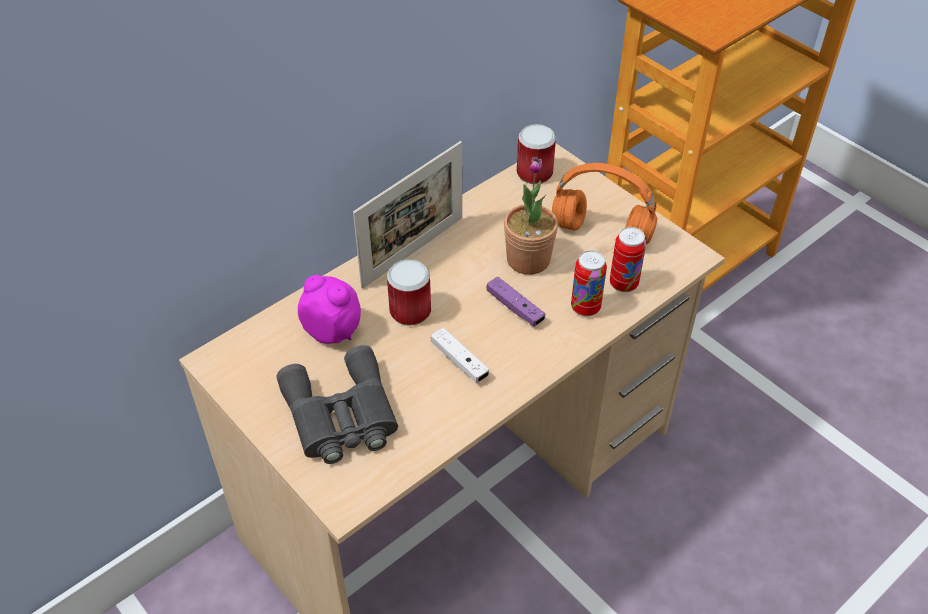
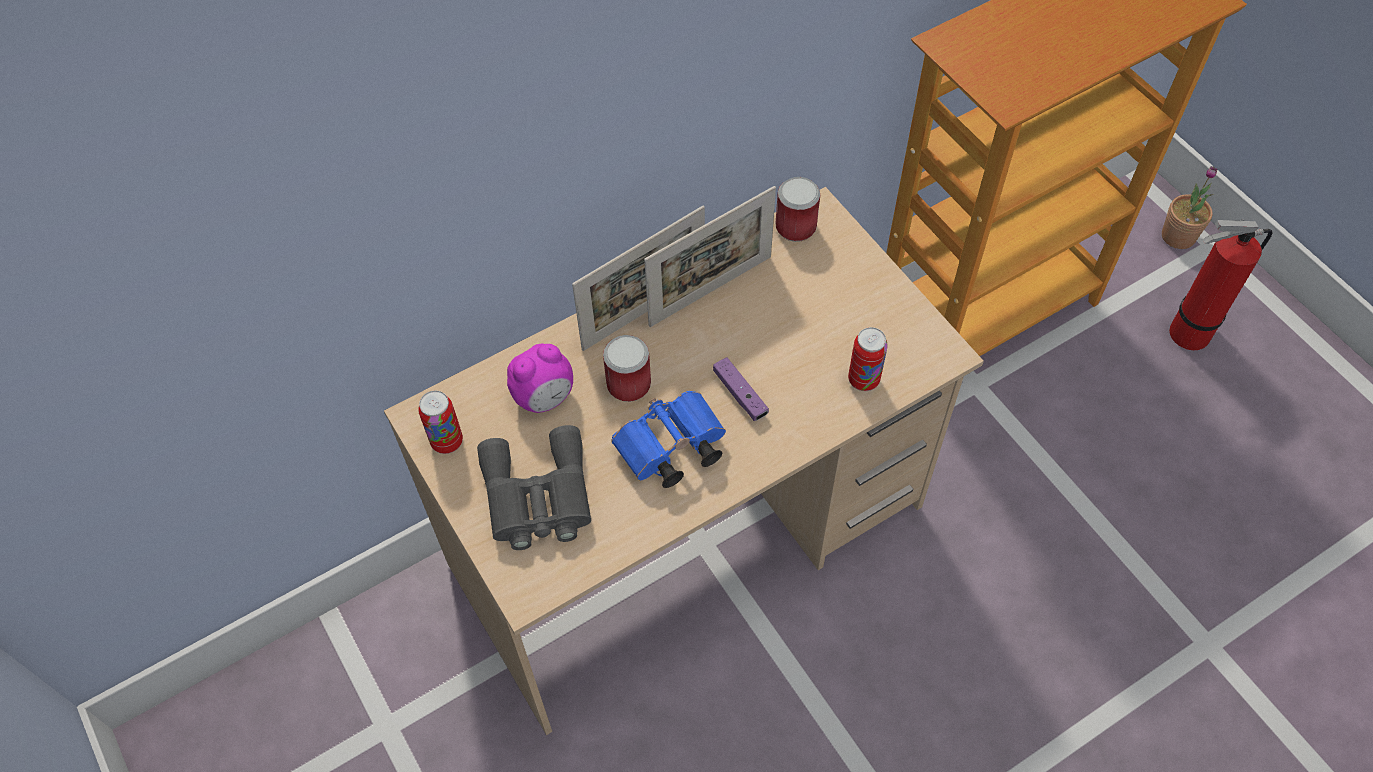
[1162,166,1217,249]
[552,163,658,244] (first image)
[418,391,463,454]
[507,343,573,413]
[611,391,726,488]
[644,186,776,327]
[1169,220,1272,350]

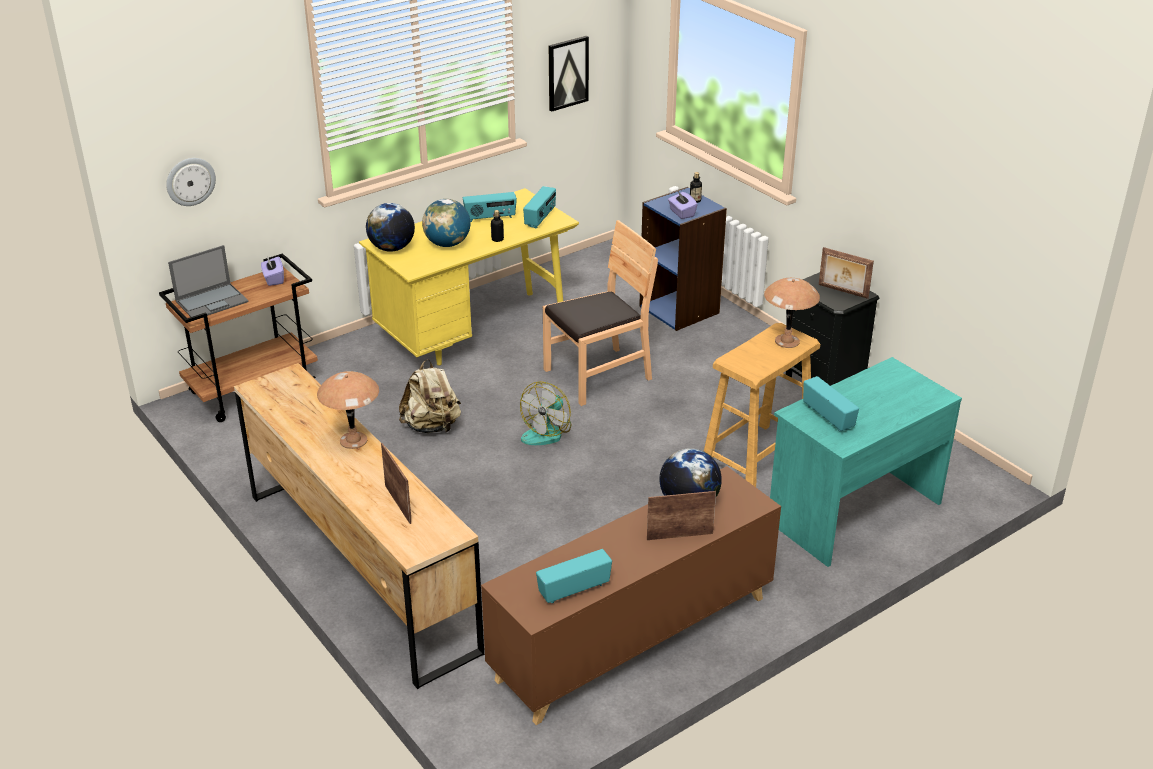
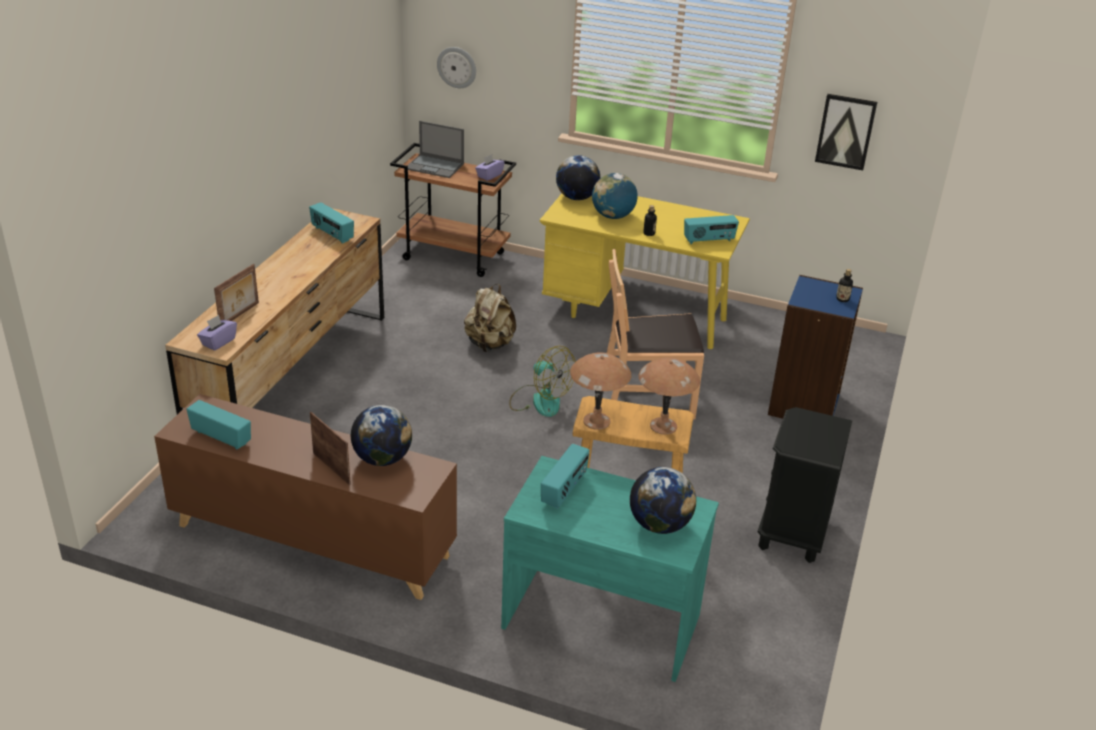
[309,202,354,244]
[197,315,237,351]
[607,249,704,420]
[819,247,874,299] (first image)
[570,352,631,430]
[509,346,576,417]
[630,467,696,534]

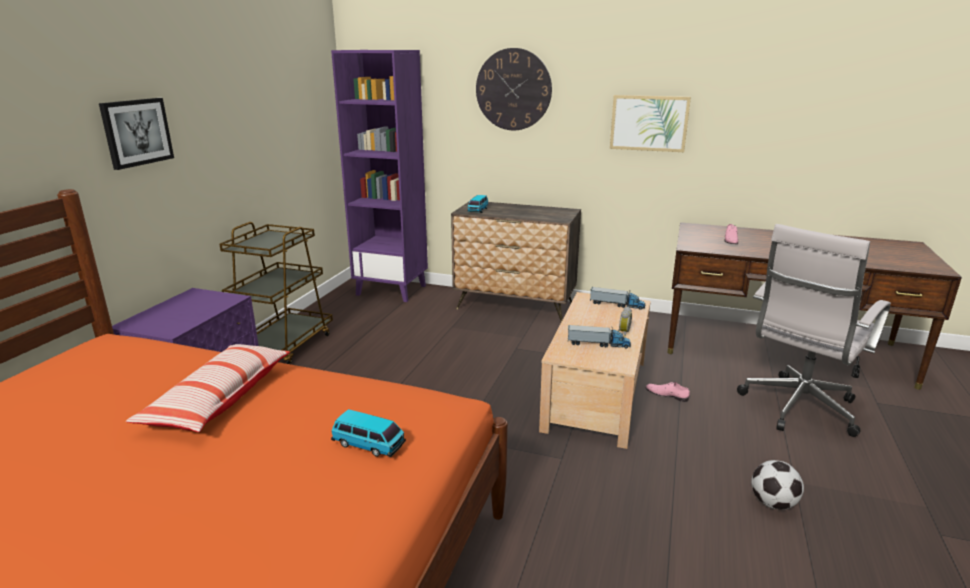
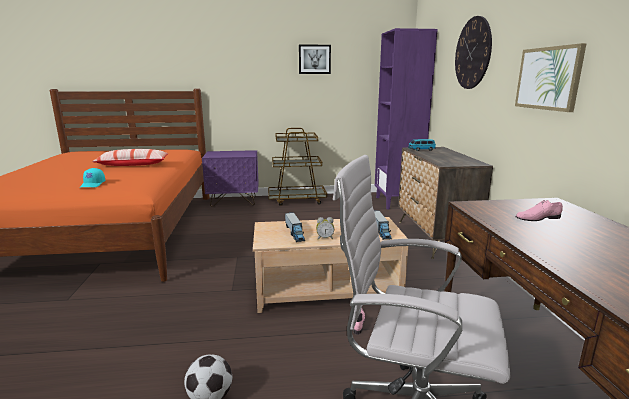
[299,44,331,74]
[80,168,105,187]

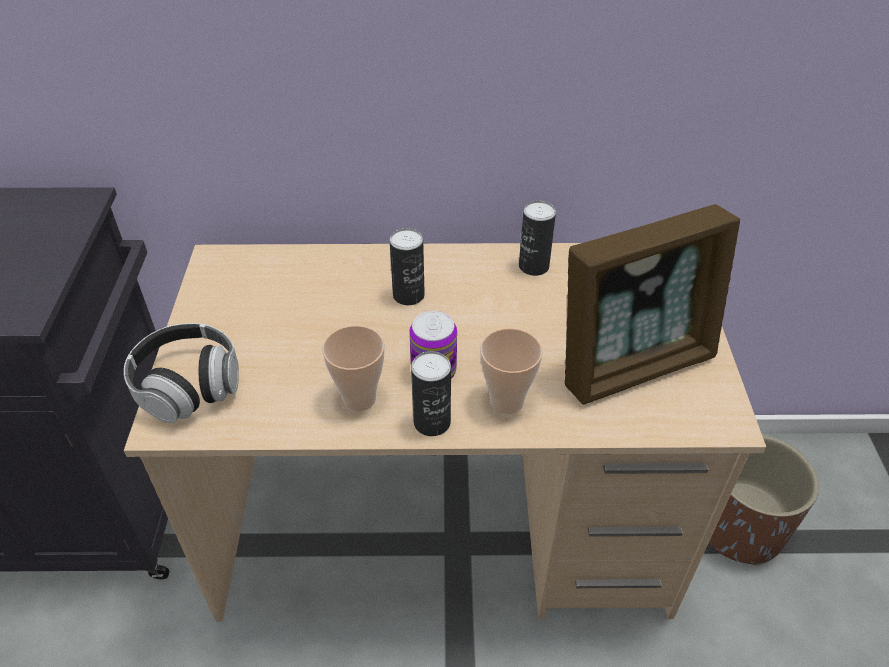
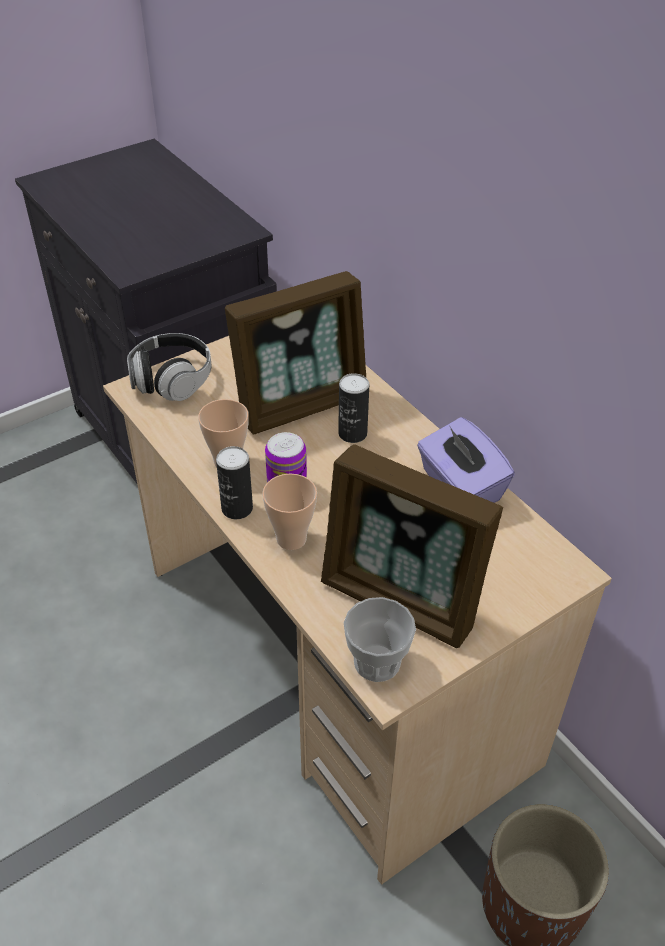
[417,417,515,503]
[225,271,366,435]
[344,597,416,682]

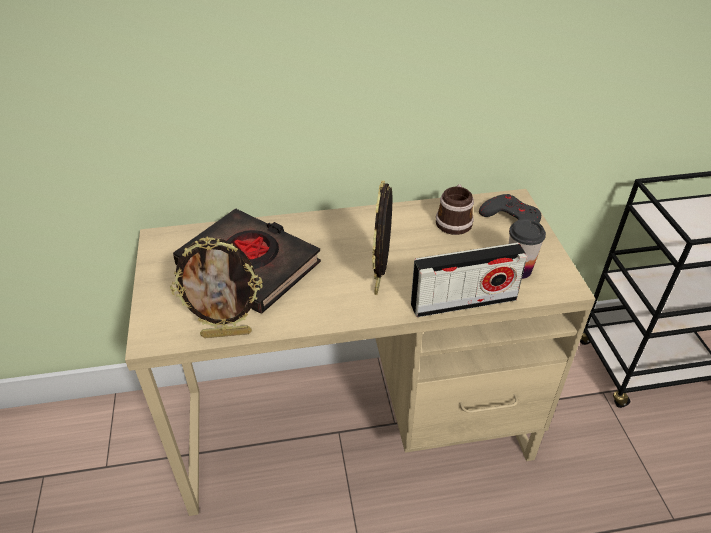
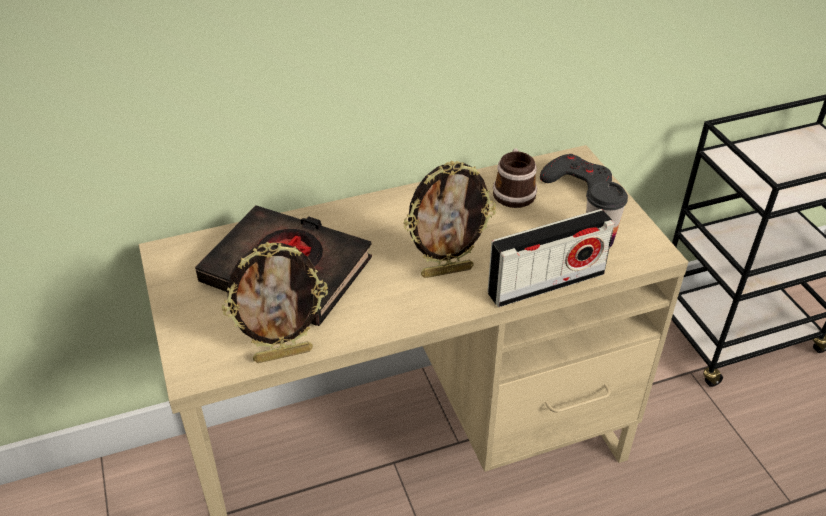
[403,161,496,278]

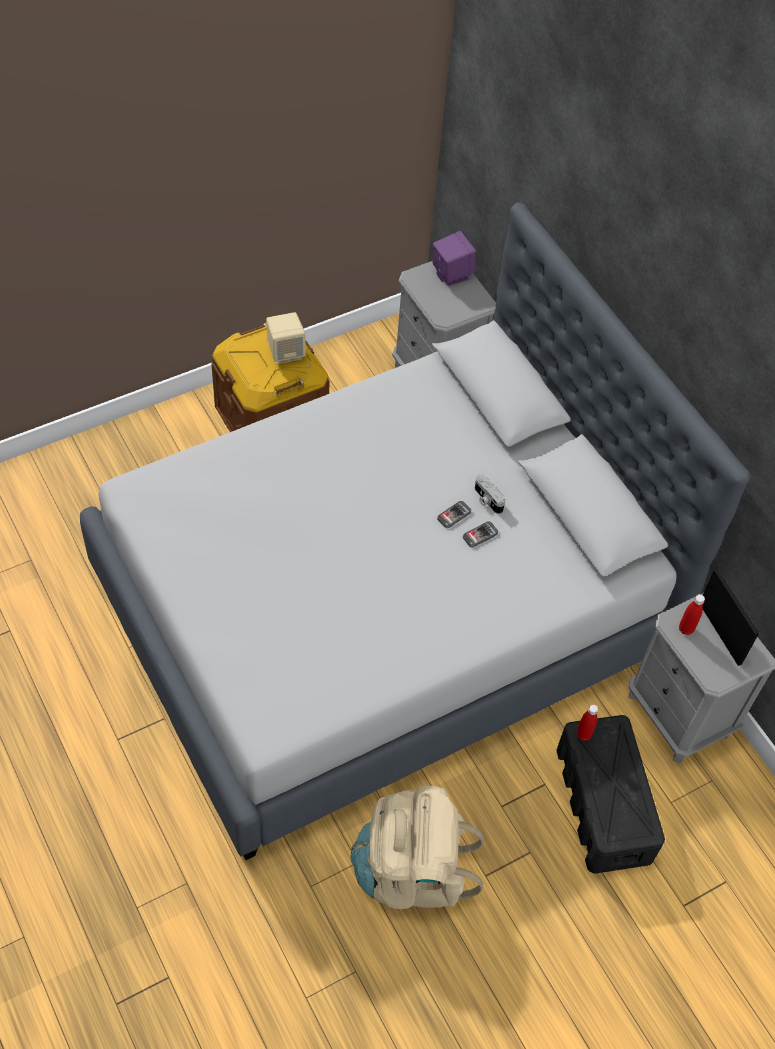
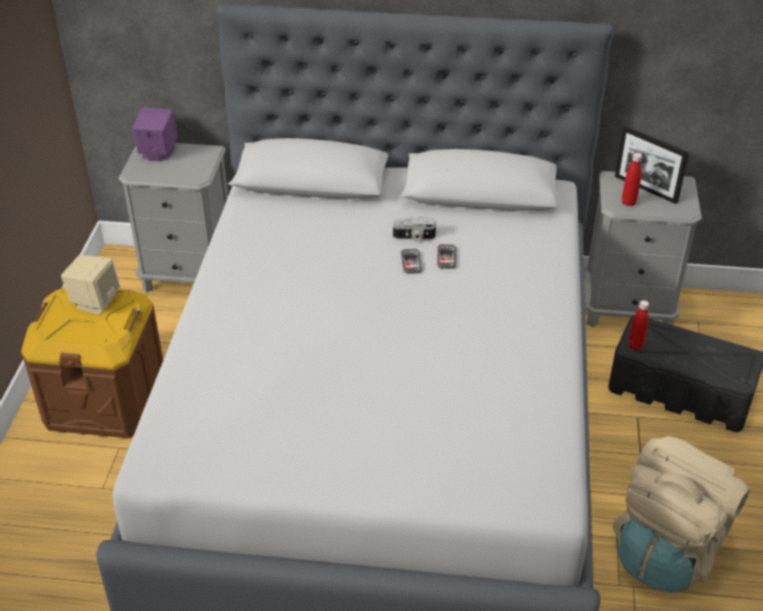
[615,126,689,204]

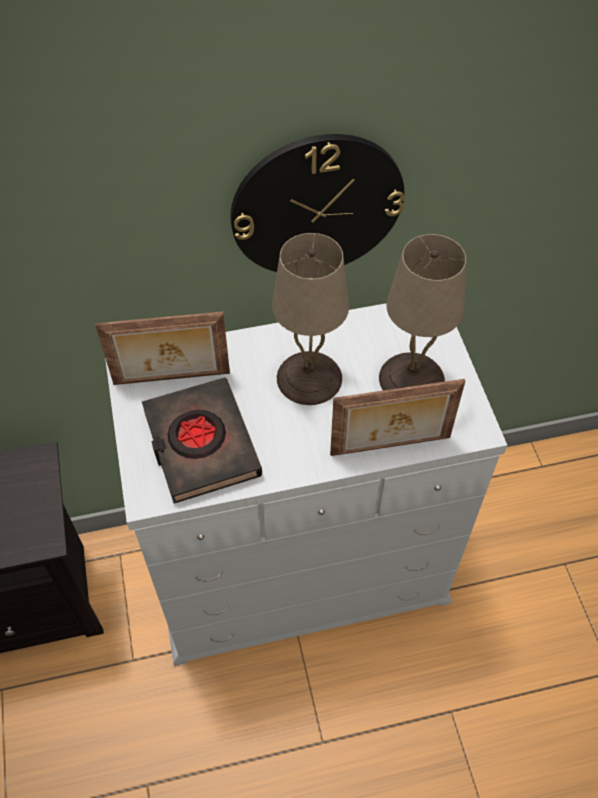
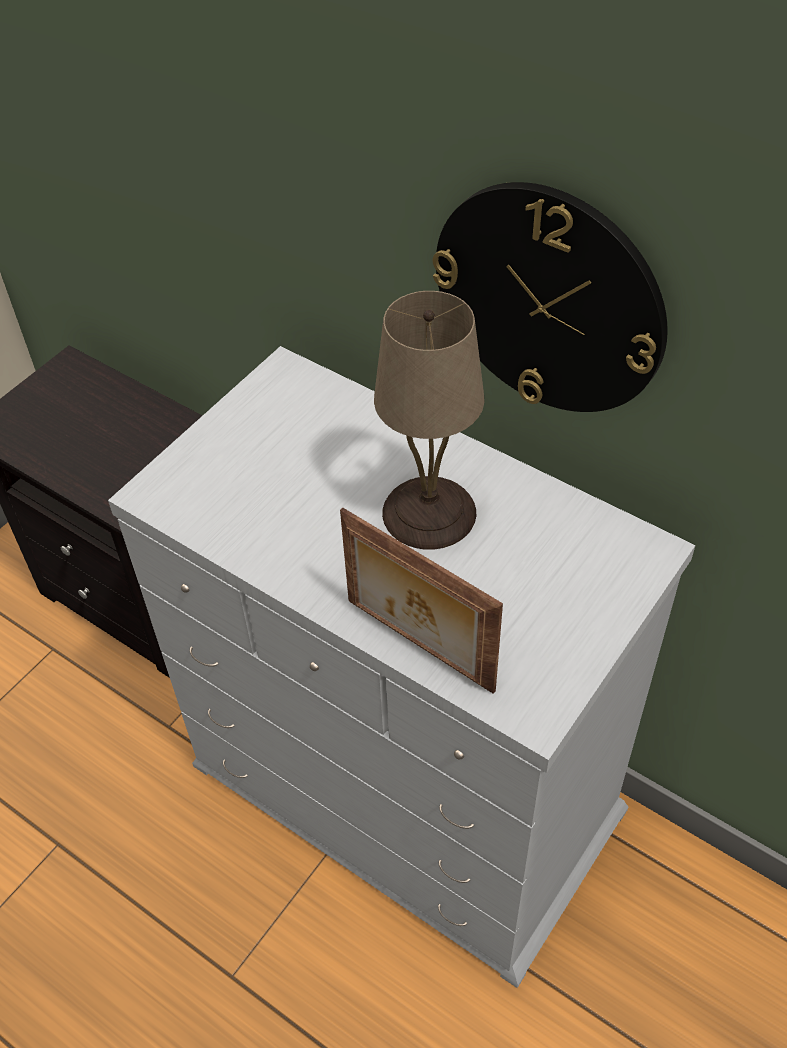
[379,234,466,391] (first image)
[96,311,230,385] (first image)
[142,377,262,504] (first image)

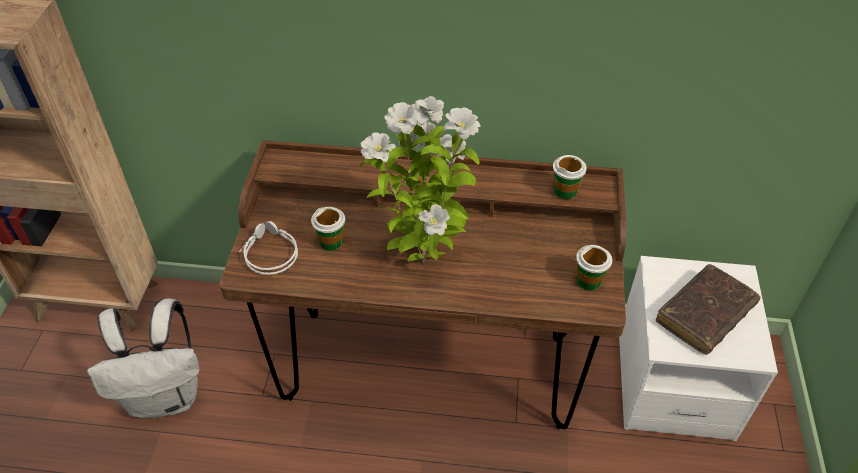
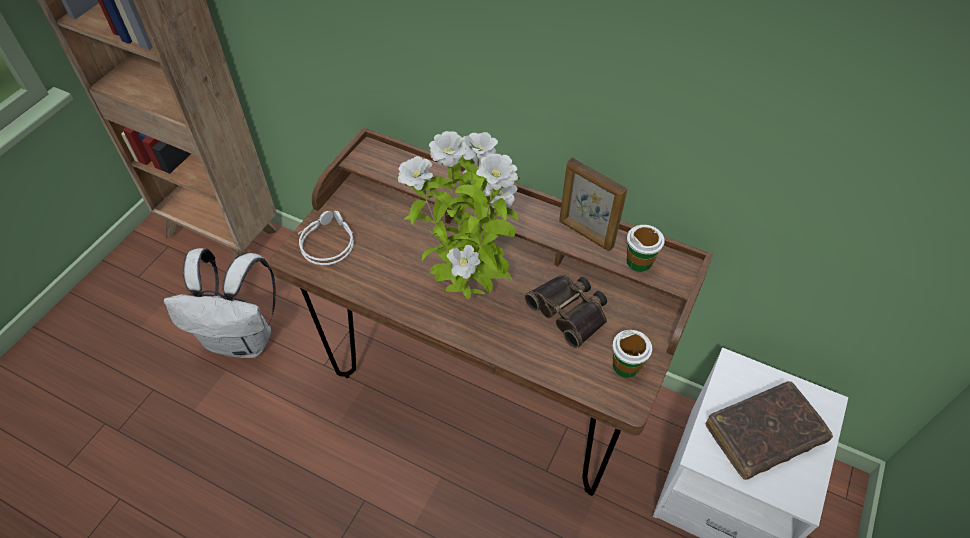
[311,207,345,251] (first image)
[559,158,627,251]
[524,275,607,349]

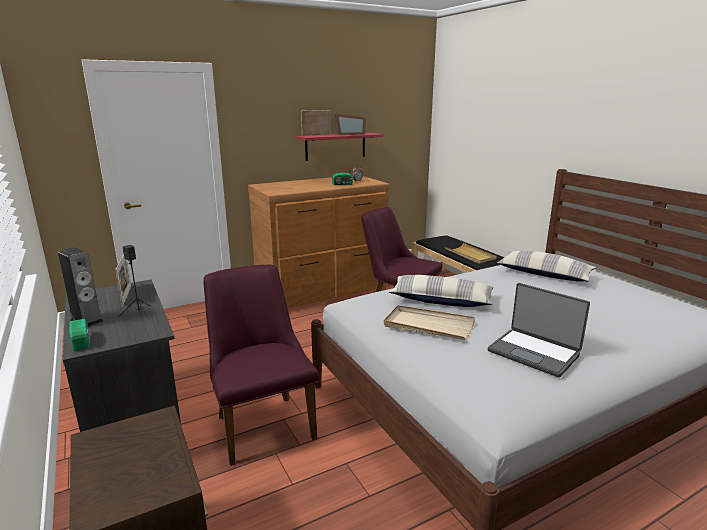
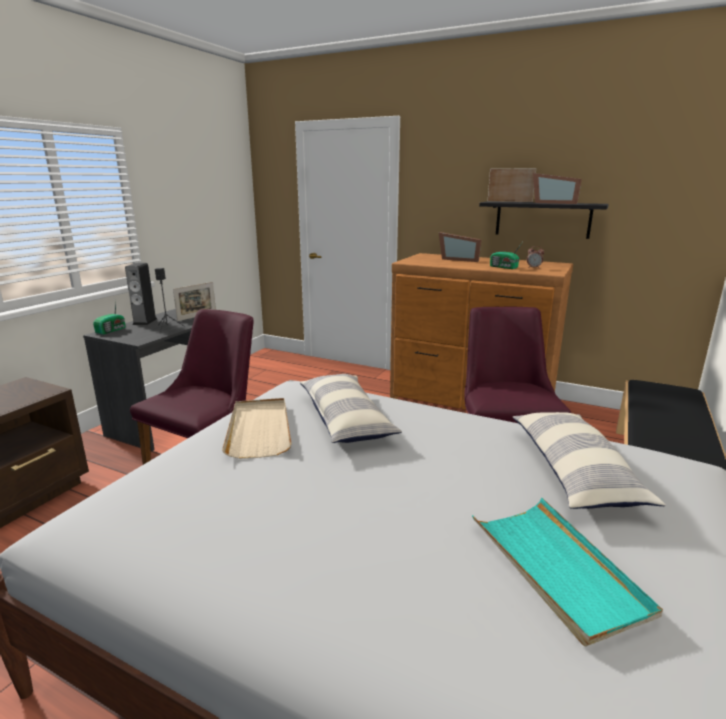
[479,201,609,239]
[445,243,497,264] (first image)
[488,283,590,377] (first image)
[439,232,482,262]
[472,498,663,647]

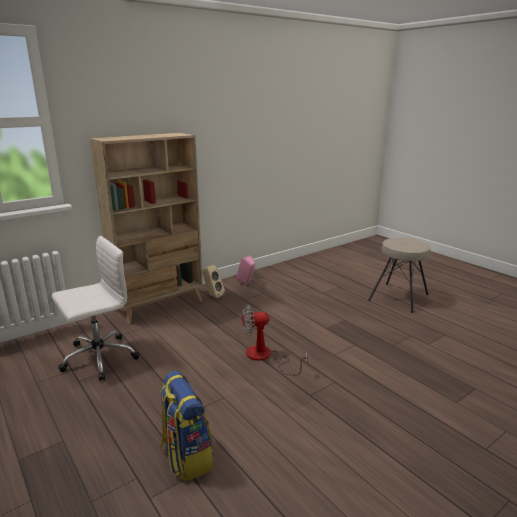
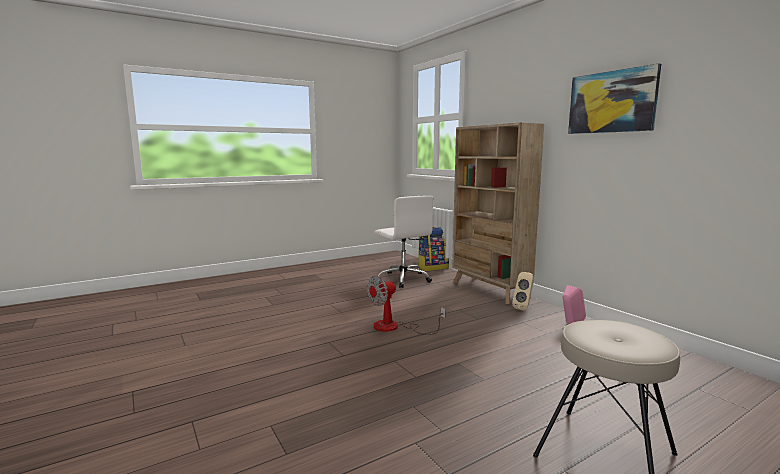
[367,275,445,335]
[418,227,449,271]
[568,63,661,134]

